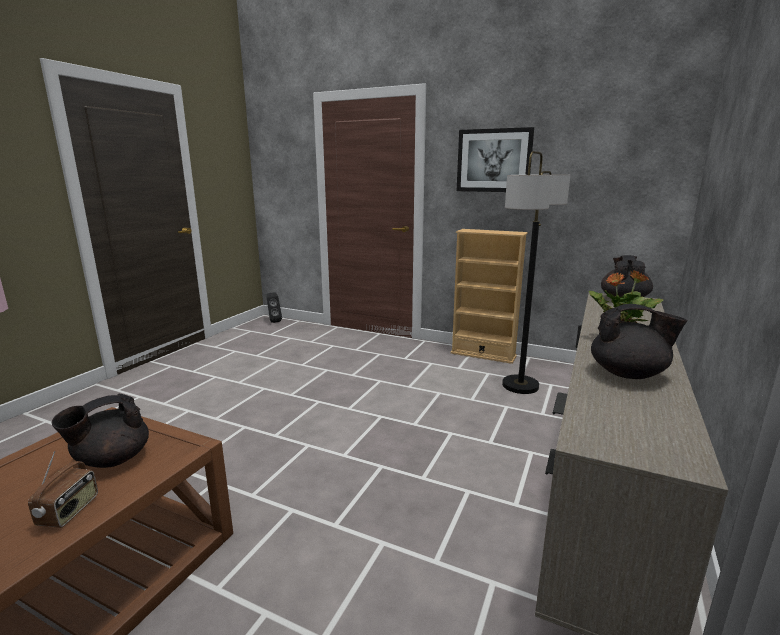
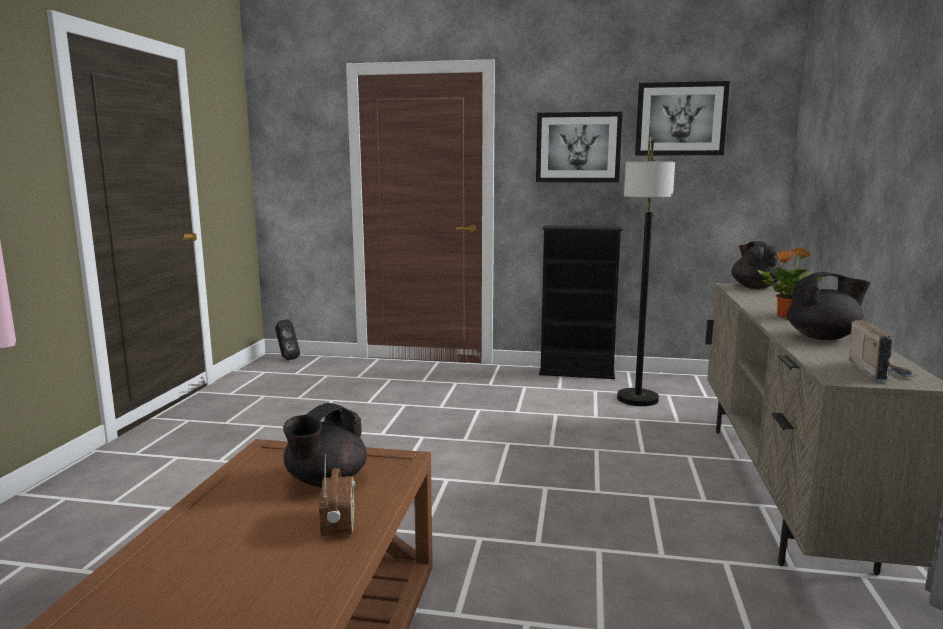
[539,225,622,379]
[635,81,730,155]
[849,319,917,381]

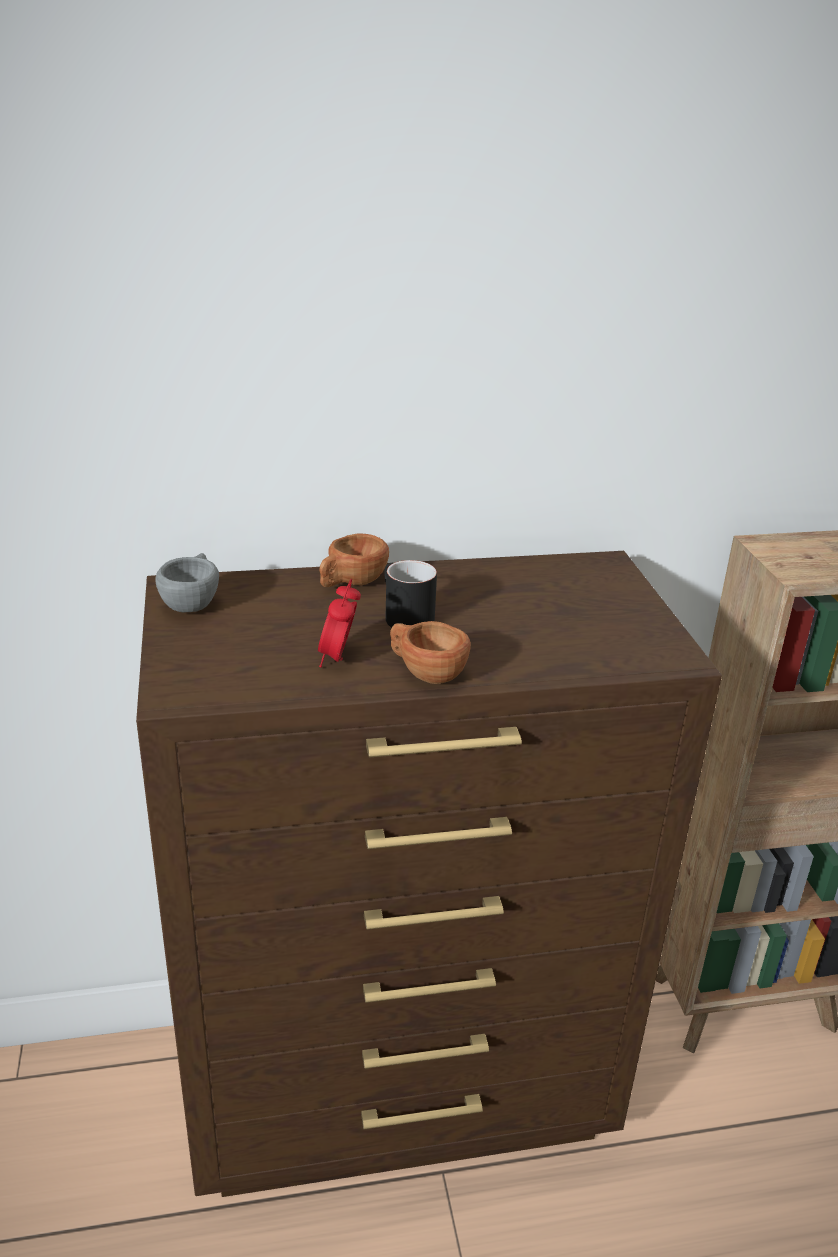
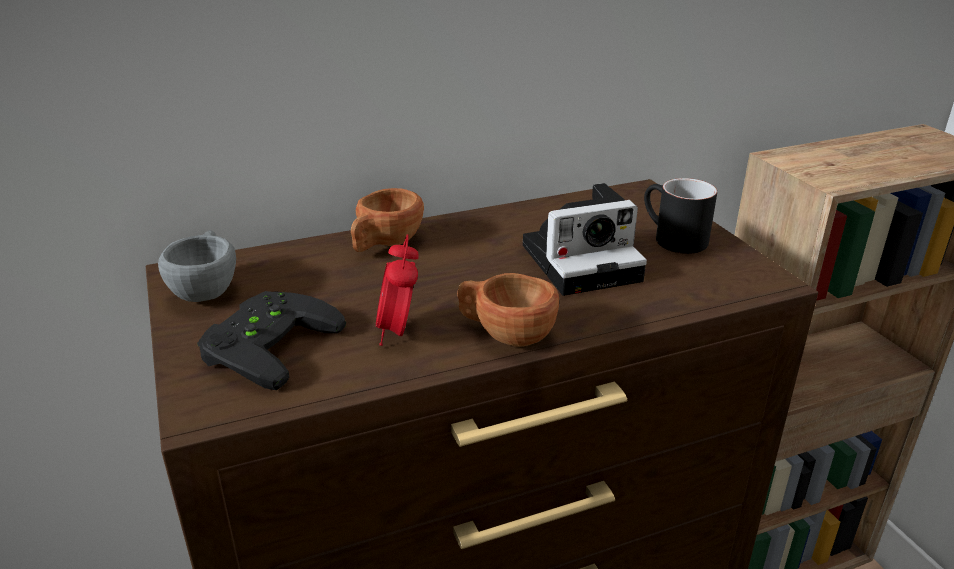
[644,178,717,254]
[523,183,647,296]
[197,291,346,390]

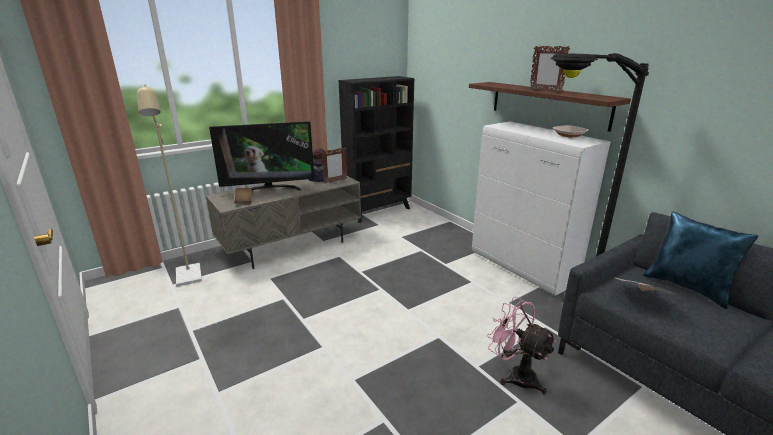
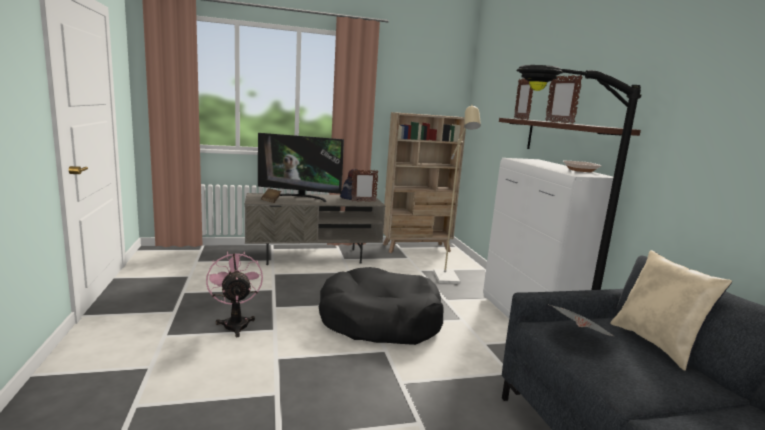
[383,112,466,253]
[434,104,481,284]
[610,250,732,371]
[206,251,263,337]
[514,78,533,120]
[319,267,443,345]

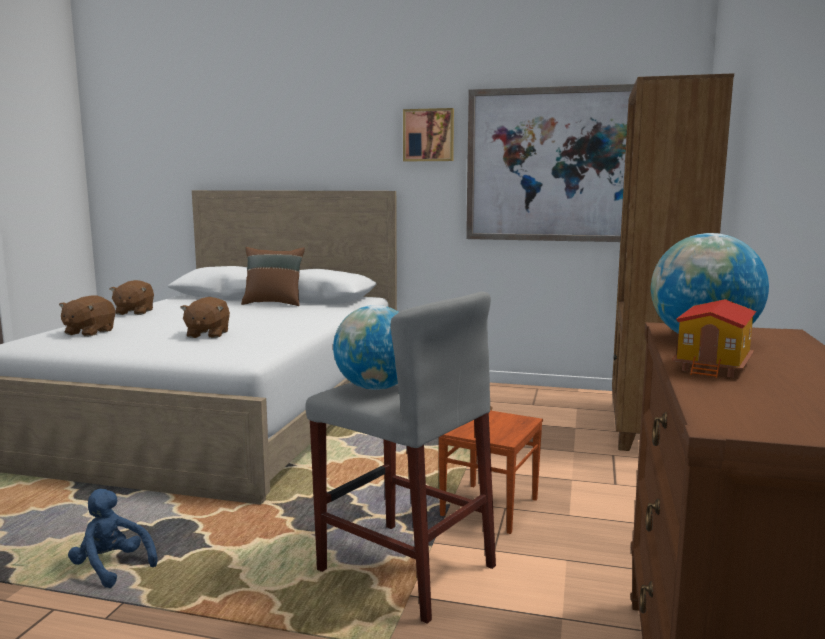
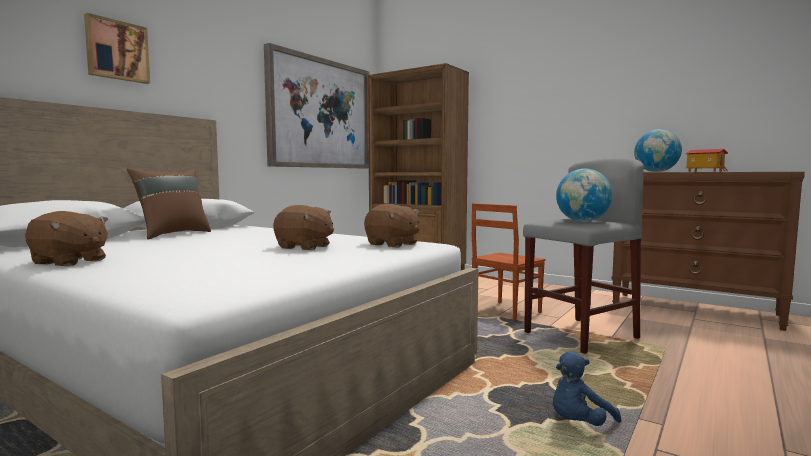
[84,13,150,84]
[364,204,420,248]

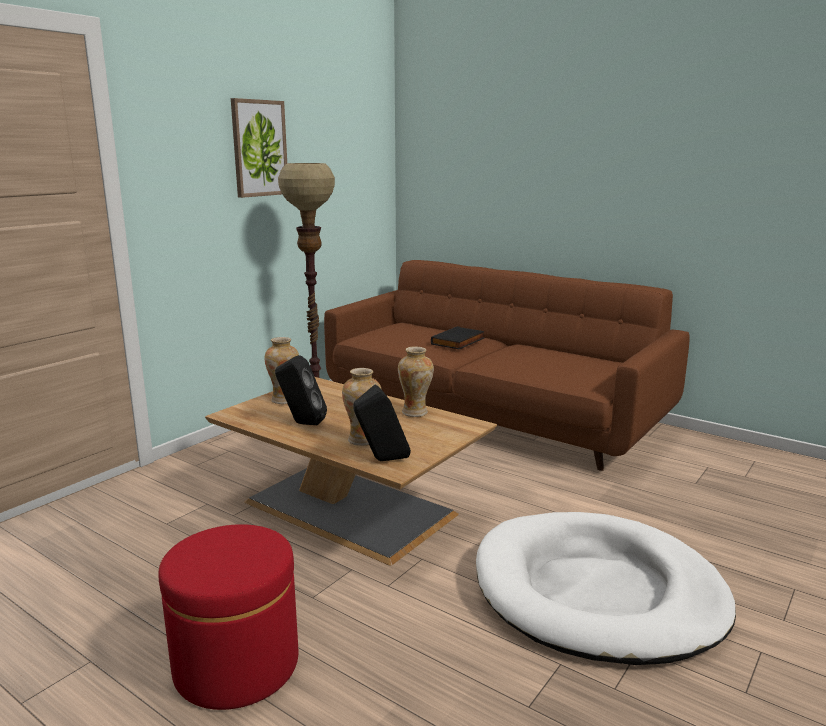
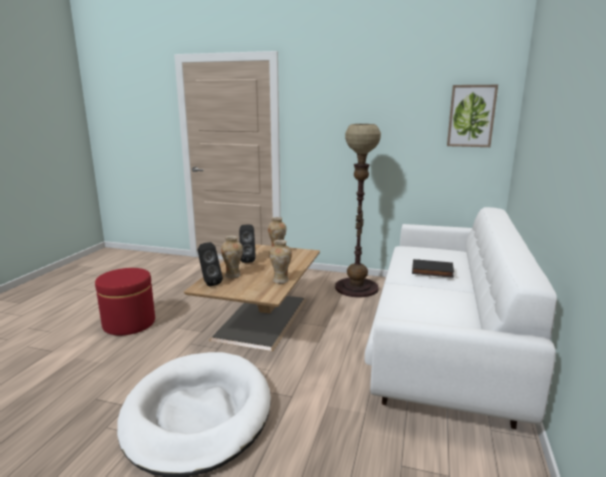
[447,85,498,147]
[364,207,557,429]

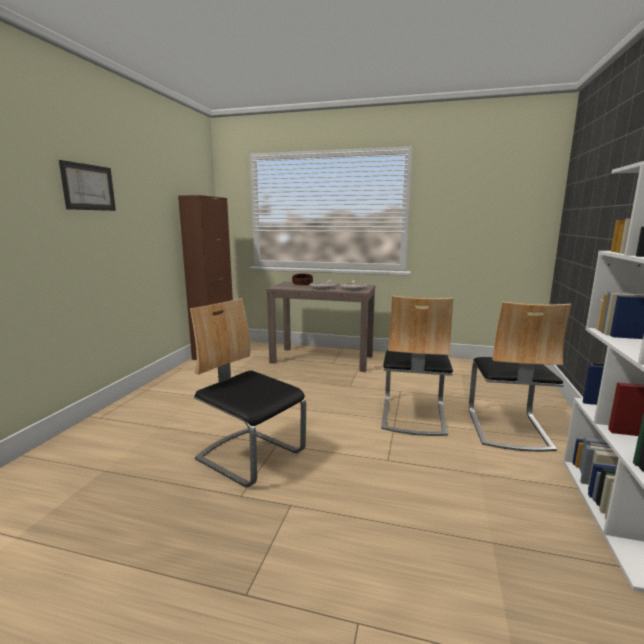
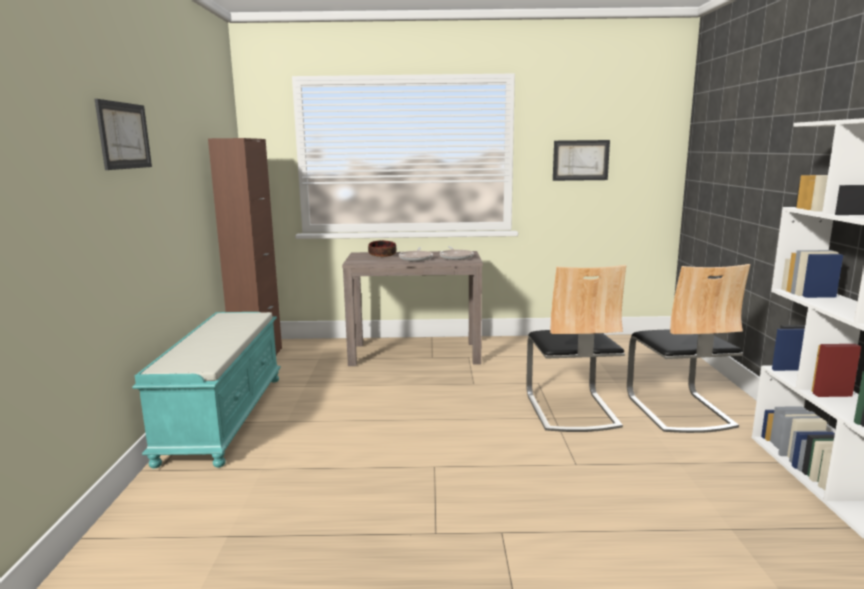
[190,298,306,487] (first image)
[553,140,610,181]
[132,312,281,469]

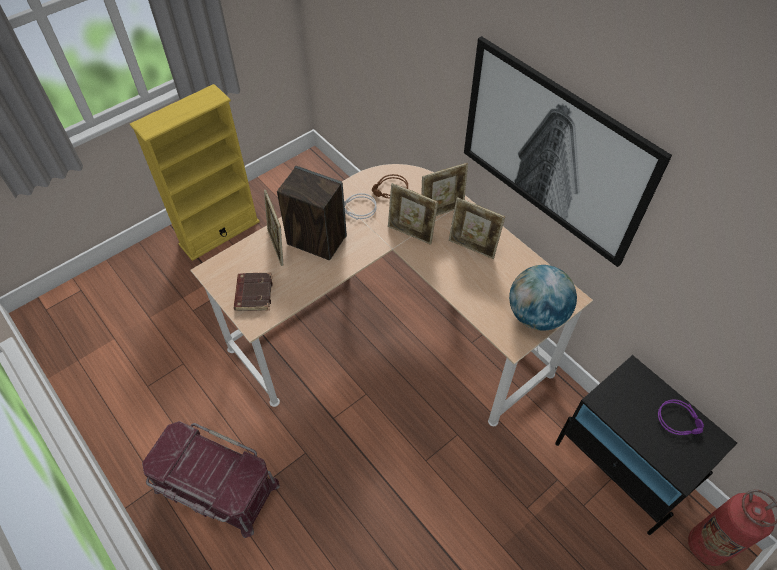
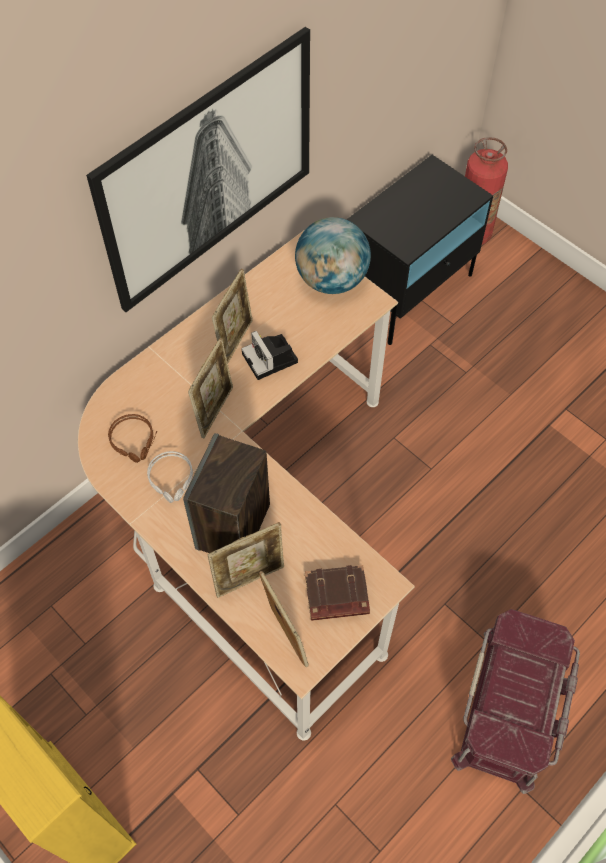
[259,571,309,667]
[658,399,704,435] (first image)
[241,331,298,380]

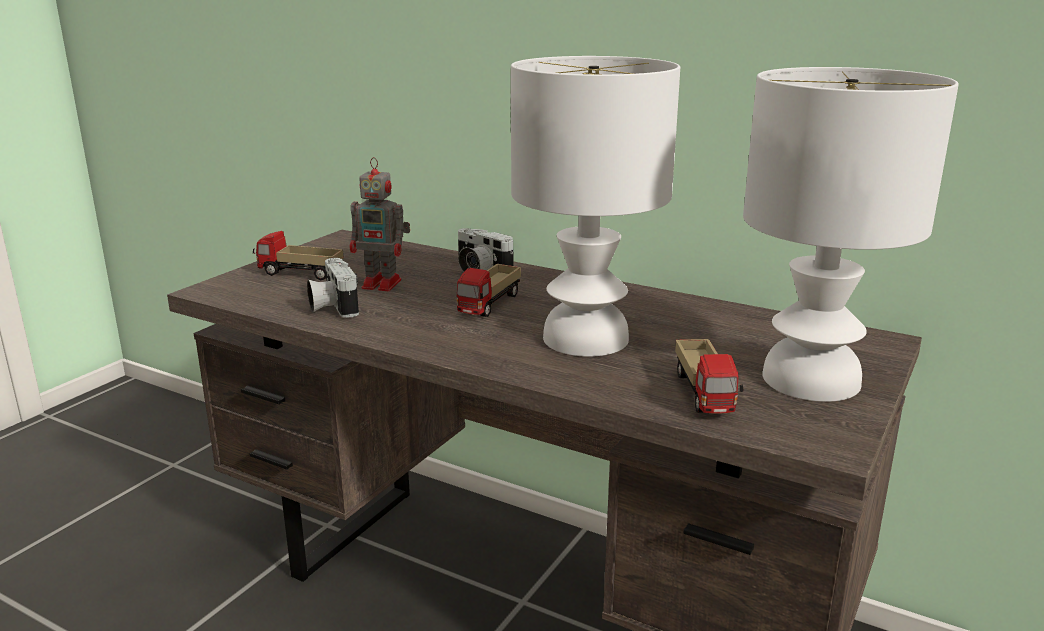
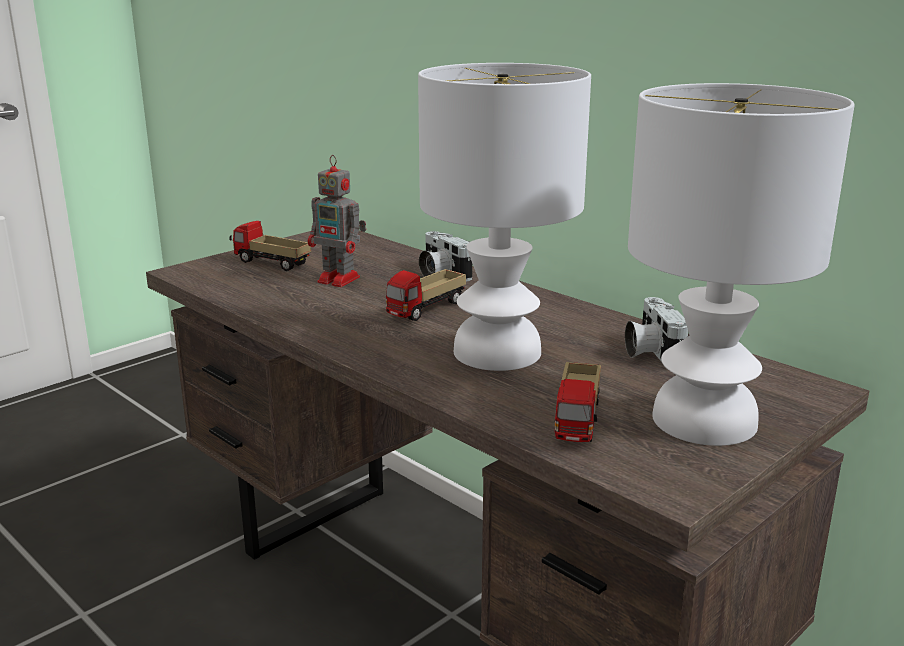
[625,297,688,362]

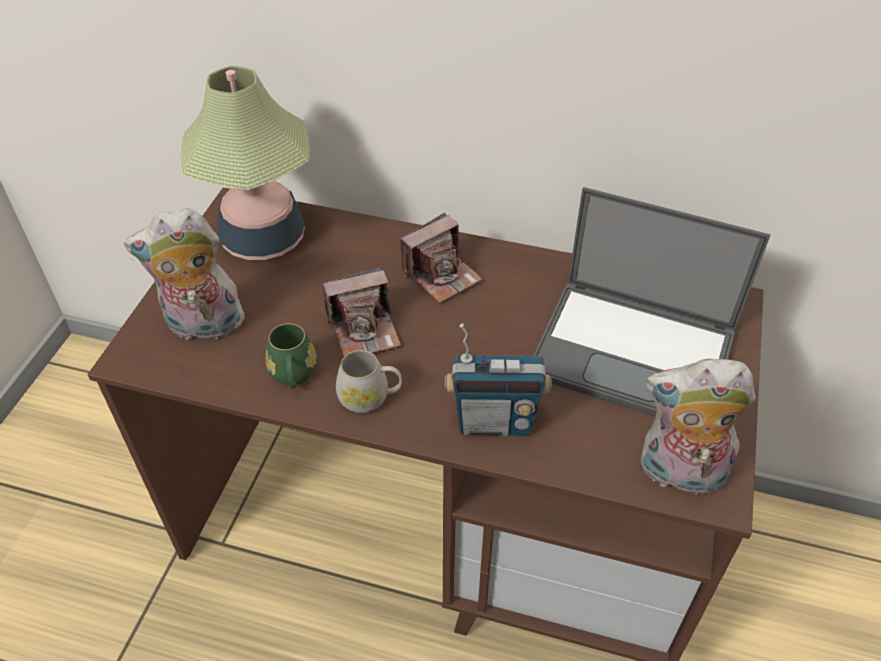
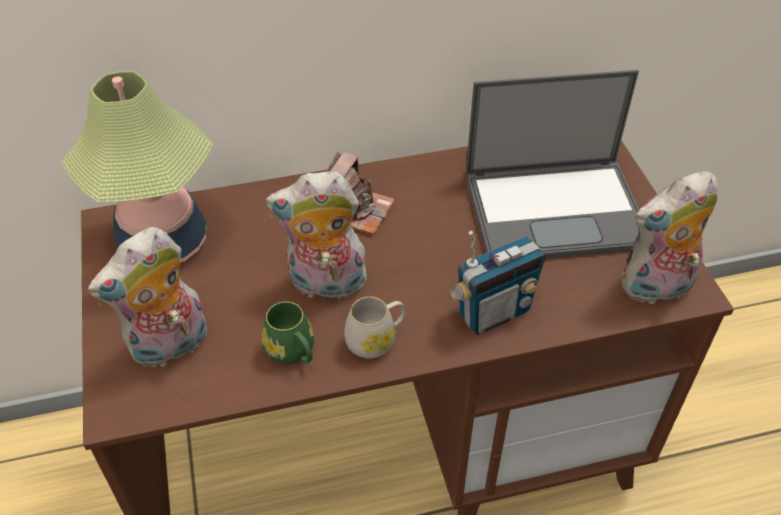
[266,171,369,304]

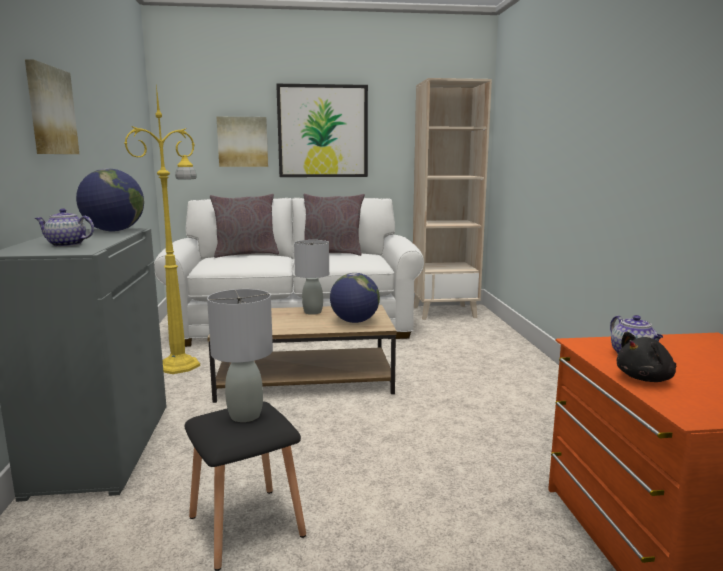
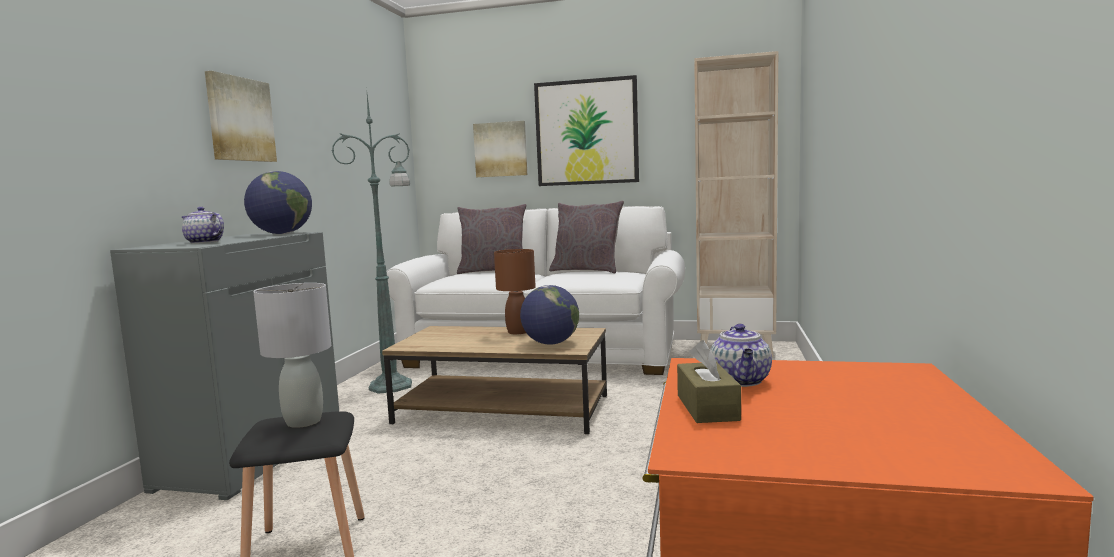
[331,95,412,394]
[494,249,536,335]
[677,340,741,423]

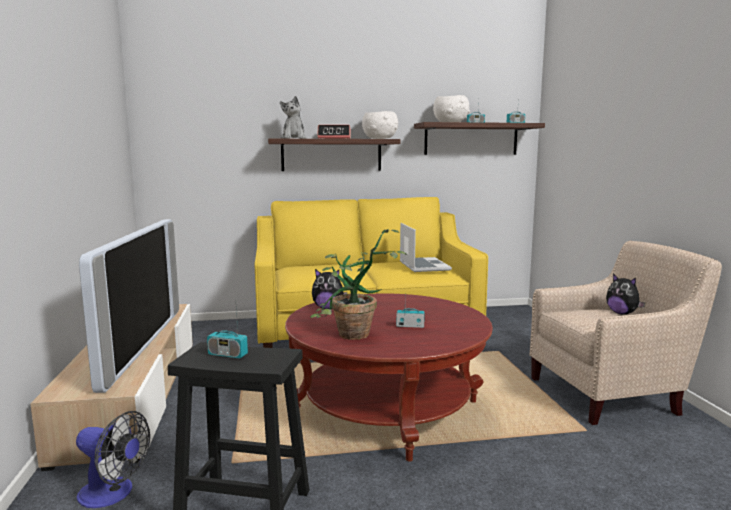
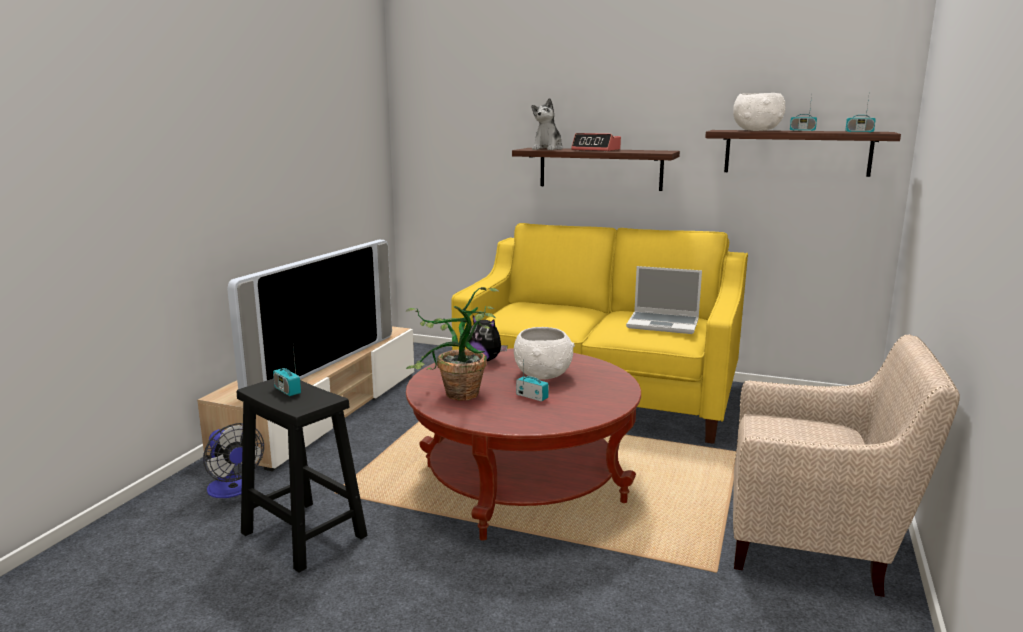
[514,327,575,379]
[626,266,702,334]
[606,274,645,315] (first image)

